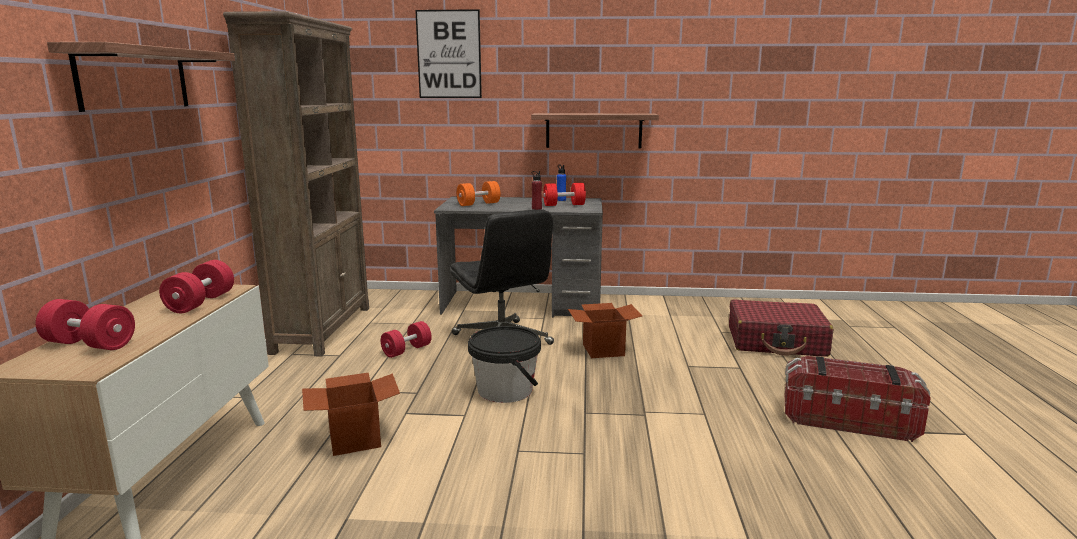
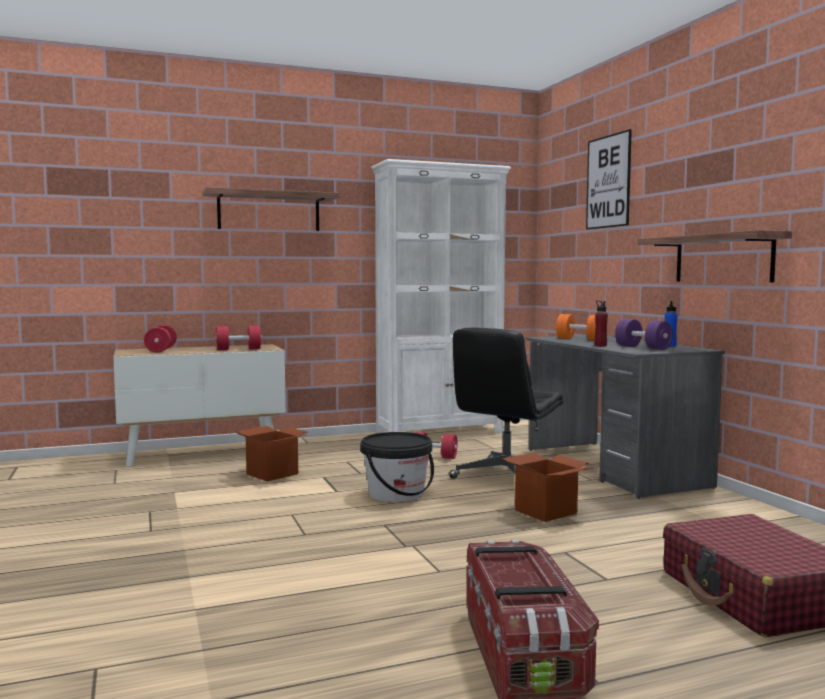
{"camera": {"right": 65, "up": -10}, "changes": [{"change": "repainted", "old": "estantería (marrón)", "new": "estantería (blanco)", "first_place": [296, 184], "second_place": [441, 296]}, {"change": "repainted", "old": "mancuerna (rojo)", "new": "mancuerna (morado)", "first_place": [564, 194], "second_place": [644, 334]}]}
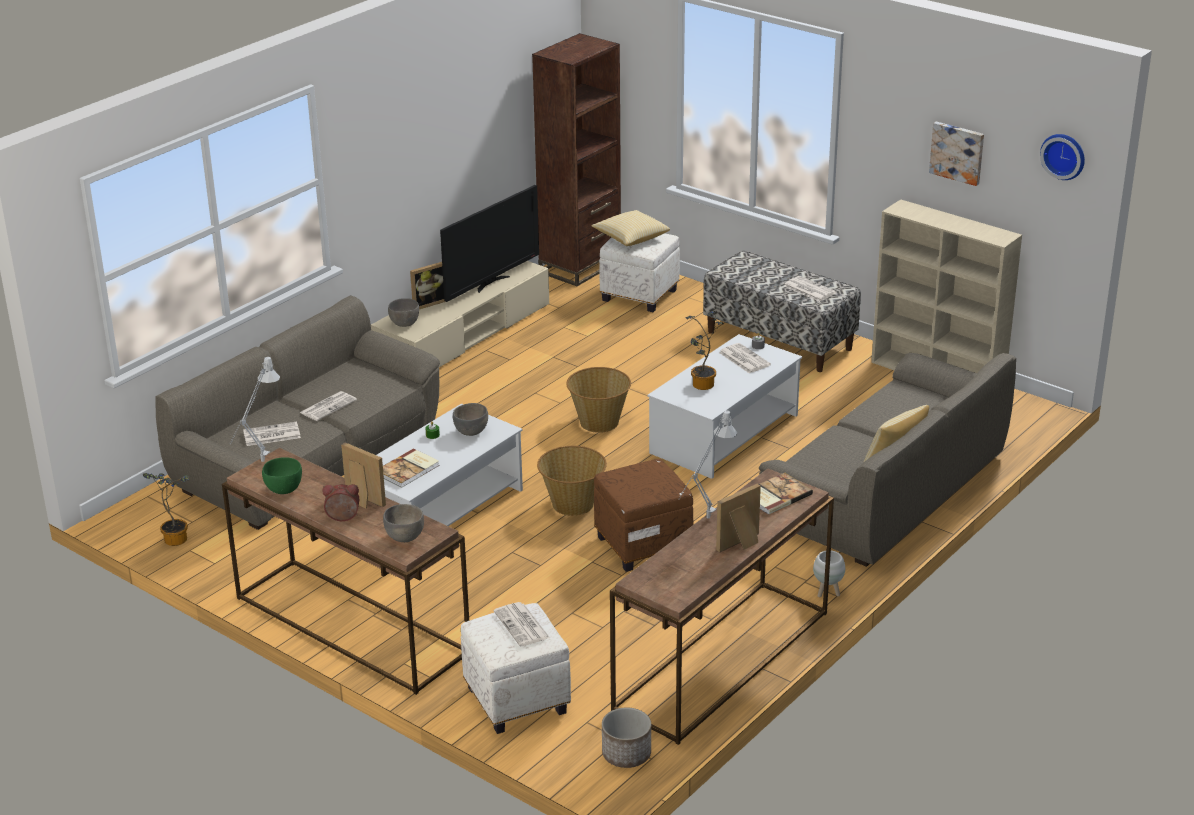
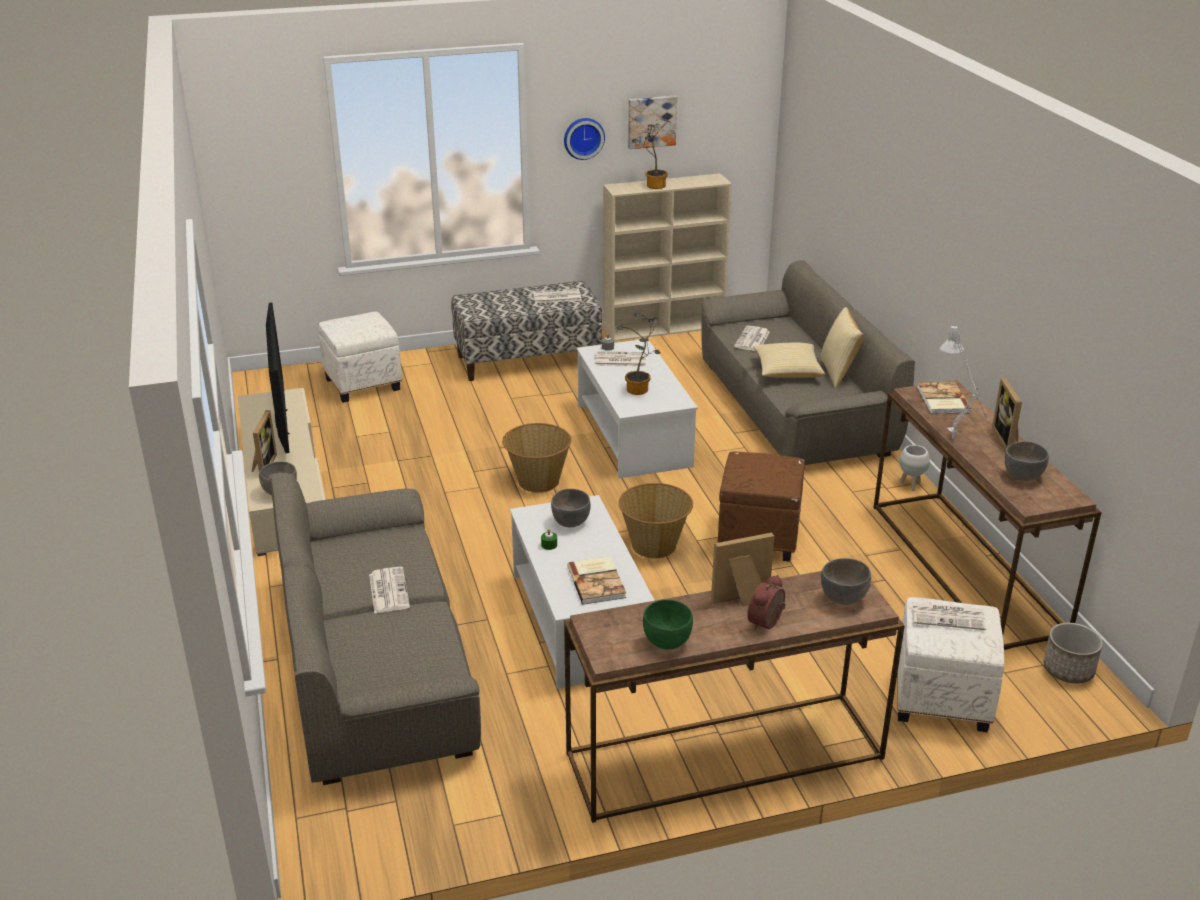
{"camera": {"right": -55, "up": 0}, "changes": [{"change": "shifted", "old": "planta en maceta", "first_place": [166, 509], "second_place": [651, 154]}, {"change": "gone", "old": "lámpara de mesa (gris)", "first_place": [255, 409]}, {"change": "shifted", "old": "periódico", "first_place": [272, 434], "second_place": [752, 338]}, {"change": "gone", "old": "estantería (marrón)", "first_place": [576, 159]}, {"change": "shifted", "old": "cojín", "first_place": [630, 228], "second_place": [789, 360]}, {"change": "shifted", "old": "reloj de pared", "first_place": [1062, 157], "second_place": [584, 139]}, {"change": "new", "new": "cuenco (gris)", "second_place": [1027, 461]}]}
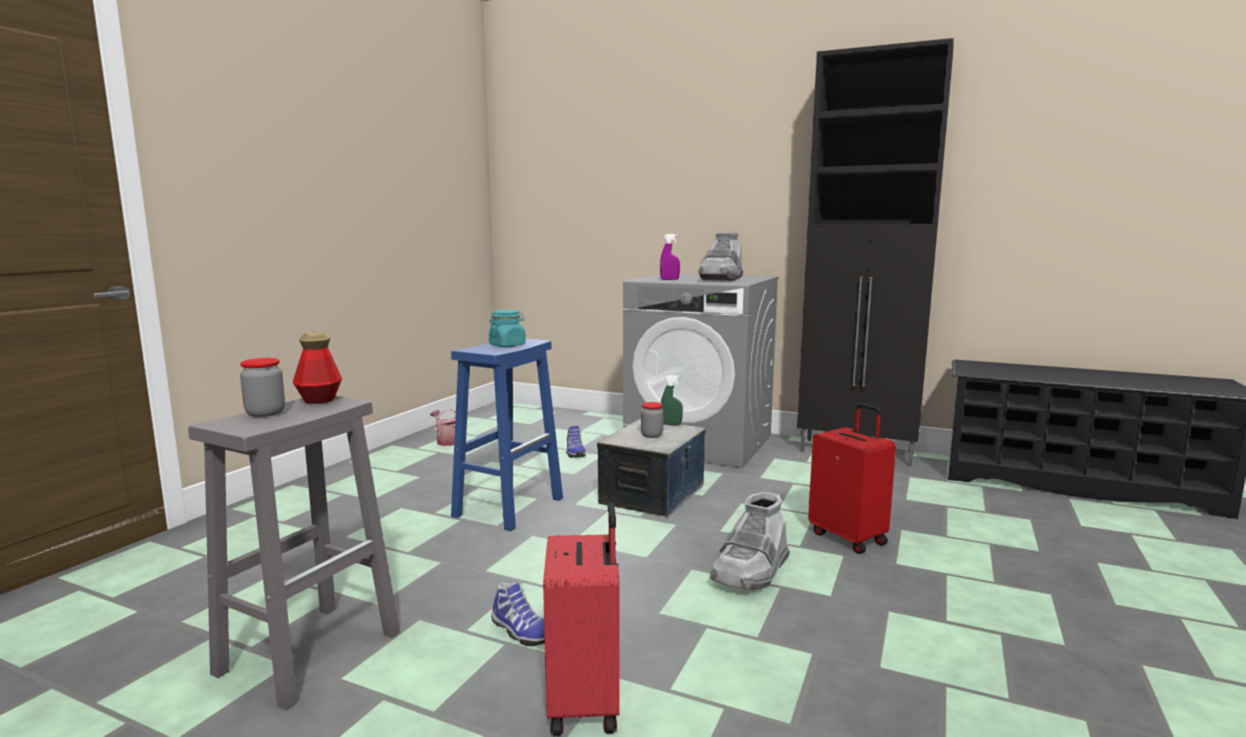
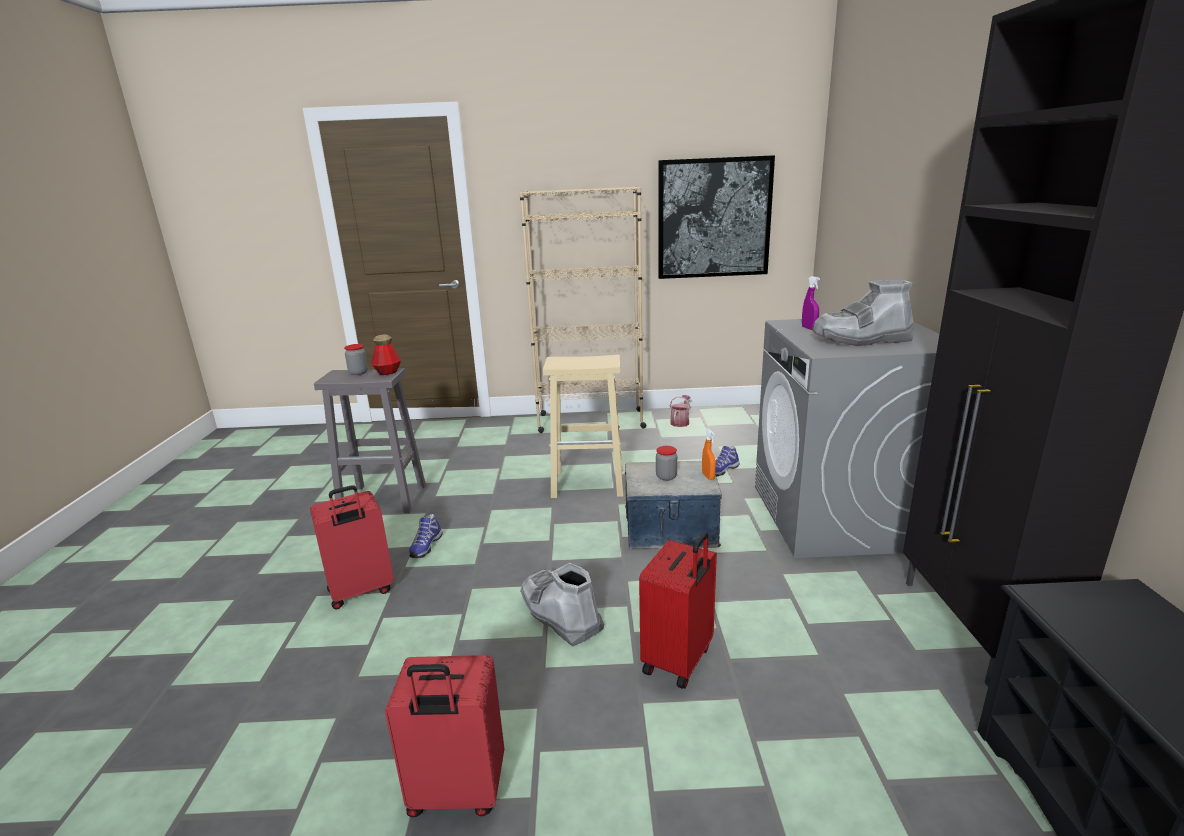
{"camera": {"right": 65, "up": 10}, "changes": [{"change": "repainted", "old": "taburete (azul)", "new": "taburete (beis)", "first_place": [507, 435], "second_place": [583, 426]}, {"change": "gone", "old": "tarro (turquesa)", "first_place": [507, 328]}, {"change": "repainted", "old": "pulverizador (verde)", "new": "pulverizador (naranja)", "first_place": [672, 400], "second_place": [709, 454]}, {"change": "rotated", "old": "bota (gris)", "first_place": [750, 541], "second_place": [562, 605], "degrees": 45}, {"change": "new", "new": "maleta (rojo)", "second_place": [444, 736]}, {"change": "new", "new": "estantería (beis)", "second_place": [583, 309]}, {"change": "new", "new": "cuadro", "second_place": [716, 217]}]}
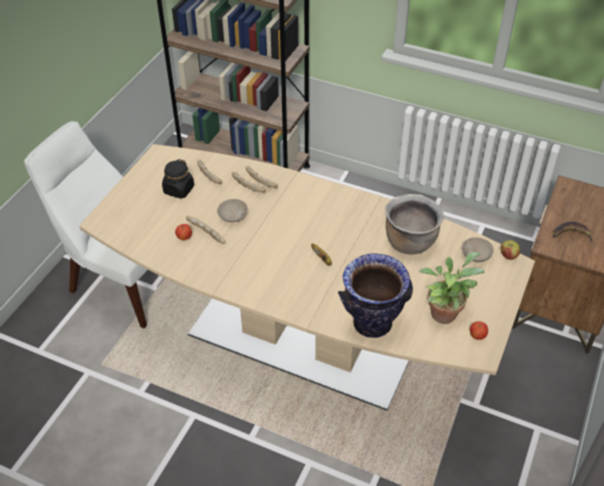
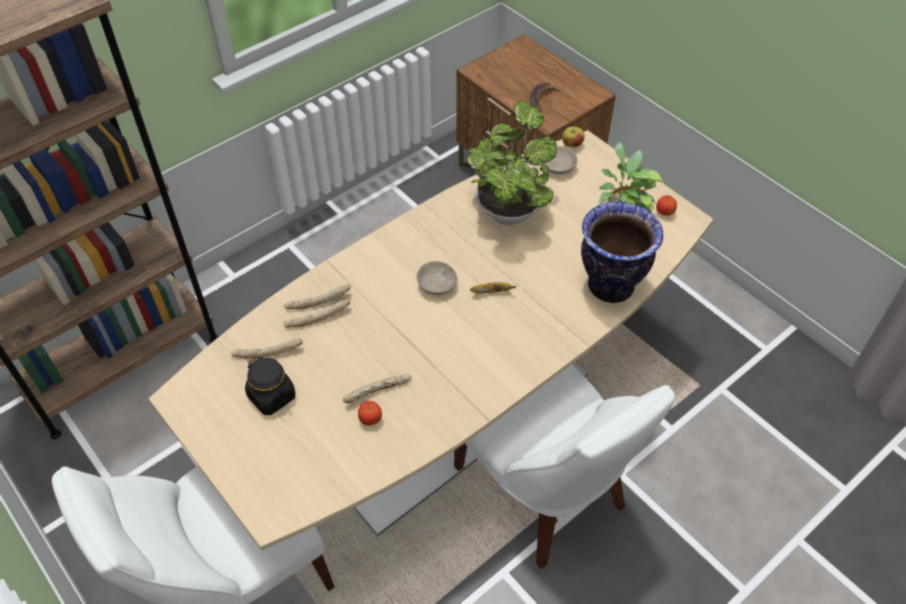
{"camera": {"right": -65, "up": 5}, "changes": [{"change": "shifted", "old": "cuenco (beis)", "first_place": [232, 210], "second_place": [437, 278]}, {"change": "swapped", "old": "olla (marrón)", "new": "planta en maceta", "first_place": [414, 224], "second_place": [512, 162]}, {"change": "new", "new": "silla (blanco)", "second_place": [564, 466]}]}
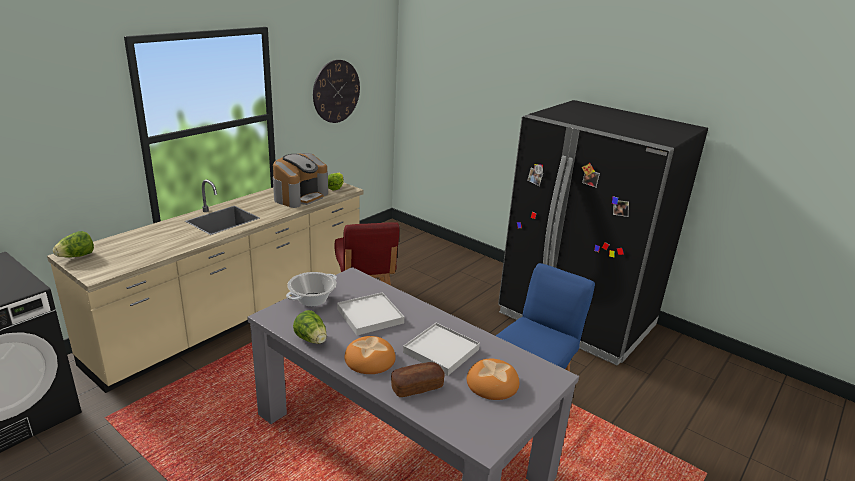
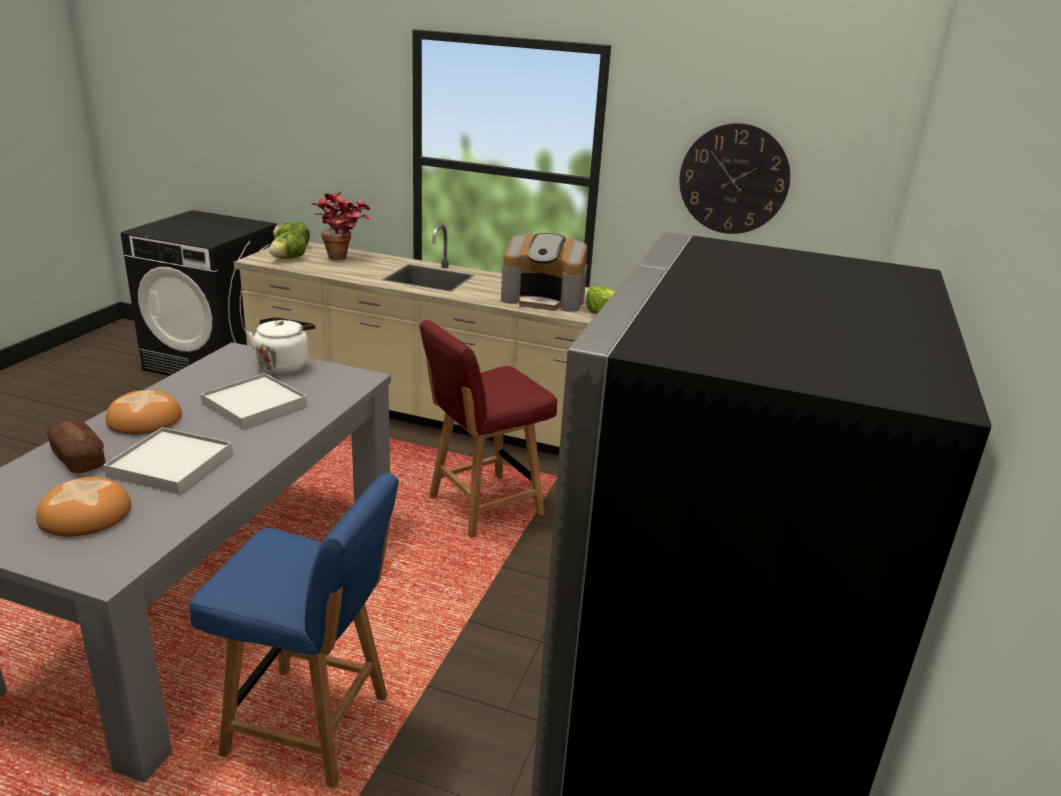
{"camera": {"right": 70, "up": 0}, "changes": [{"change": "swapped", "old": "olla", "new": "hervidor (blanco)", "first_place": [311, 289], "second_place": [281, 346]}, {"change": "shifted", "old": "lechuga", "first_place": [310, 327], "second_place": [287, 245]}, {"change": "new", "new": "planta en maceta", "second_place": [341, 226]}]}
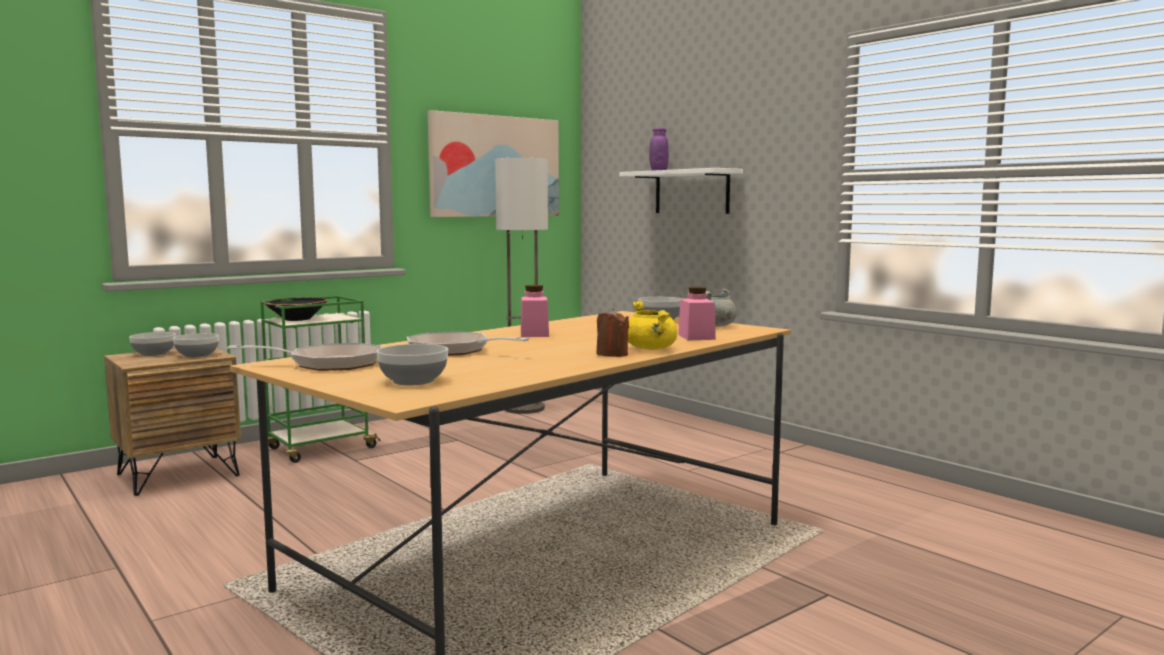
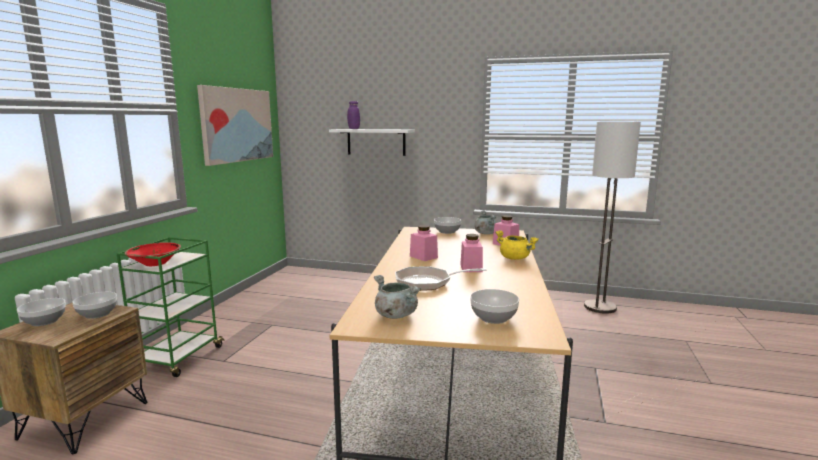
{"camera": {"right": -35, "up": 5}, "changes": [{"change": "swapped", "old": "sartén", "new": "olla (gris)", "first_place": [305, 357], "second_place": [397, 297]}, {"change": "repainted", "old": "cuenco (negro)", "new": "cuenco (rojo)", "first_place": [296, 309], "second_place": [153, 254]}, {"change": "shifted", "old": "lámpara de pie", "first_place": [521, 286], "second_place": [612, 218]}, {"change": "gone", "old": "vela (marrón)", "first_place": [612, 332]}, {"change": "new", "new": "tarro (rosa)", "second_place": [471, 253]}]}
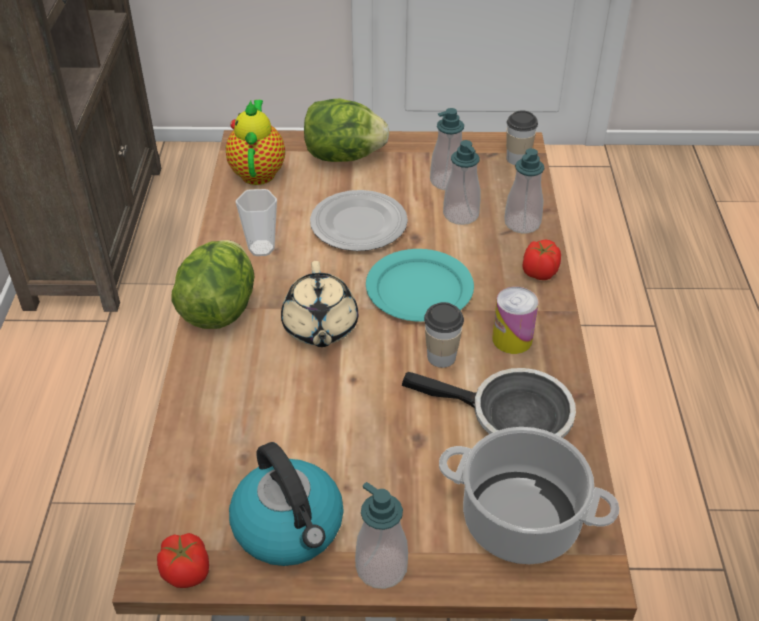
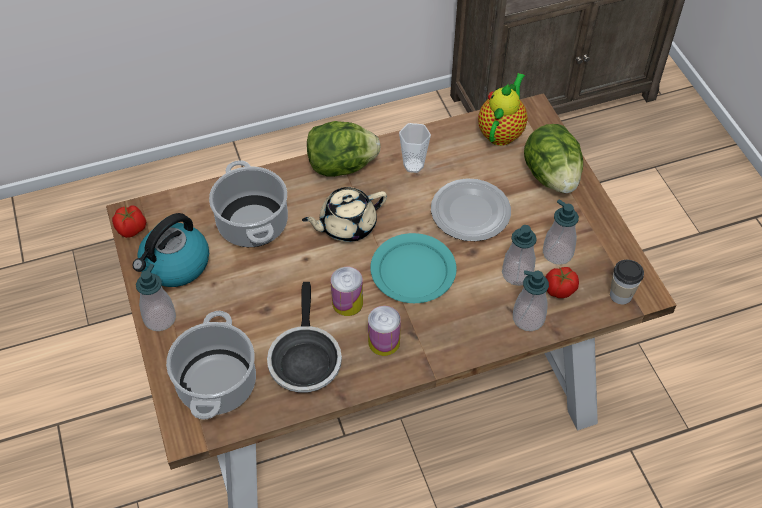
{"camera": {"right": 70, "up": 10}, "changes": [{"change": "rotated", "old": "tetera", "first_place": [255, 142], "second_place": [503, 109], "degrees": -45}, {"change": "swapped", "old": "taza", "new": "lata", "first_place": [444, 335], "second_place": [347, 291]}, {"change": "shifted", "old": "tomate", "first_place": [541, 260], "second_place": [562, 282]}, {"change": "new", "new": "olla", "second_place": [248, 203]}]}
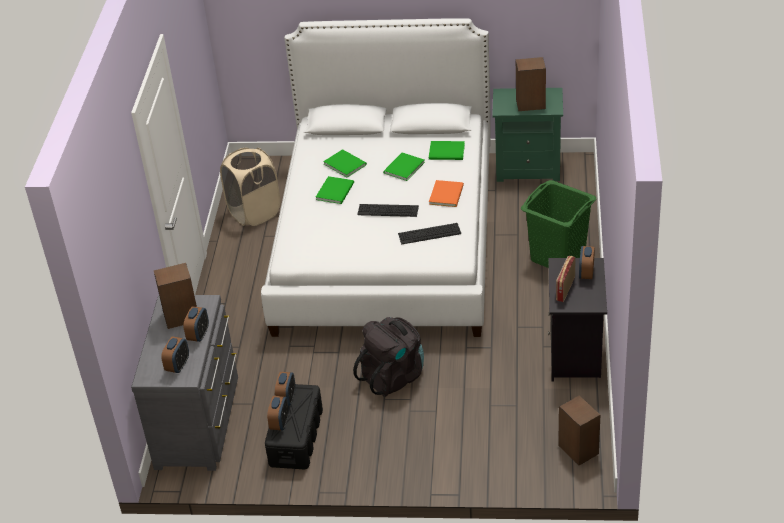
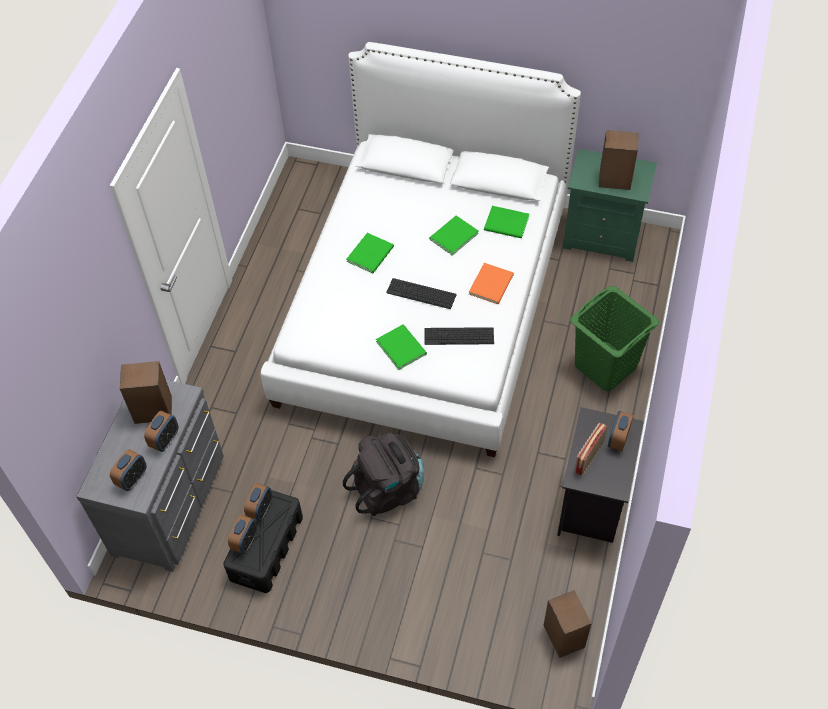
{"camera": {"right": 10, "up": 15}, "changes": [{"change": "gone", "old": "cesto de la ropa (beis)", "first_place": [250, 187]}, {"change": "shifted", "old": "libro (verde)", "first_place": [345, 163], "second_place": [401, 347]}]}
